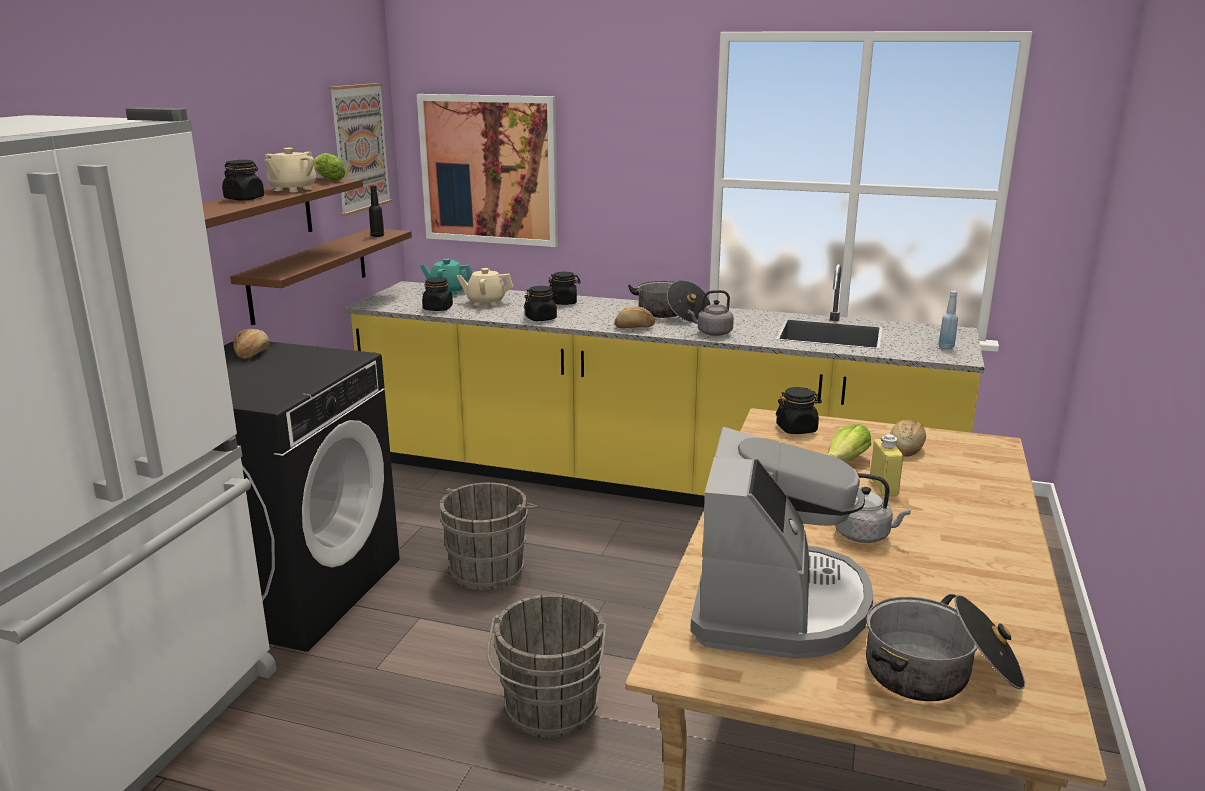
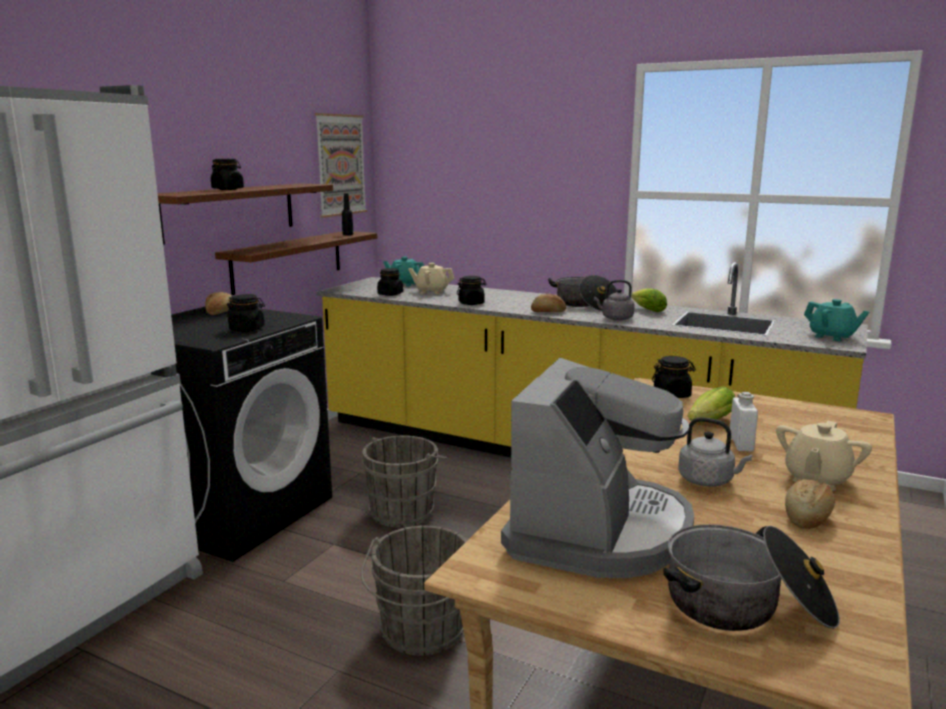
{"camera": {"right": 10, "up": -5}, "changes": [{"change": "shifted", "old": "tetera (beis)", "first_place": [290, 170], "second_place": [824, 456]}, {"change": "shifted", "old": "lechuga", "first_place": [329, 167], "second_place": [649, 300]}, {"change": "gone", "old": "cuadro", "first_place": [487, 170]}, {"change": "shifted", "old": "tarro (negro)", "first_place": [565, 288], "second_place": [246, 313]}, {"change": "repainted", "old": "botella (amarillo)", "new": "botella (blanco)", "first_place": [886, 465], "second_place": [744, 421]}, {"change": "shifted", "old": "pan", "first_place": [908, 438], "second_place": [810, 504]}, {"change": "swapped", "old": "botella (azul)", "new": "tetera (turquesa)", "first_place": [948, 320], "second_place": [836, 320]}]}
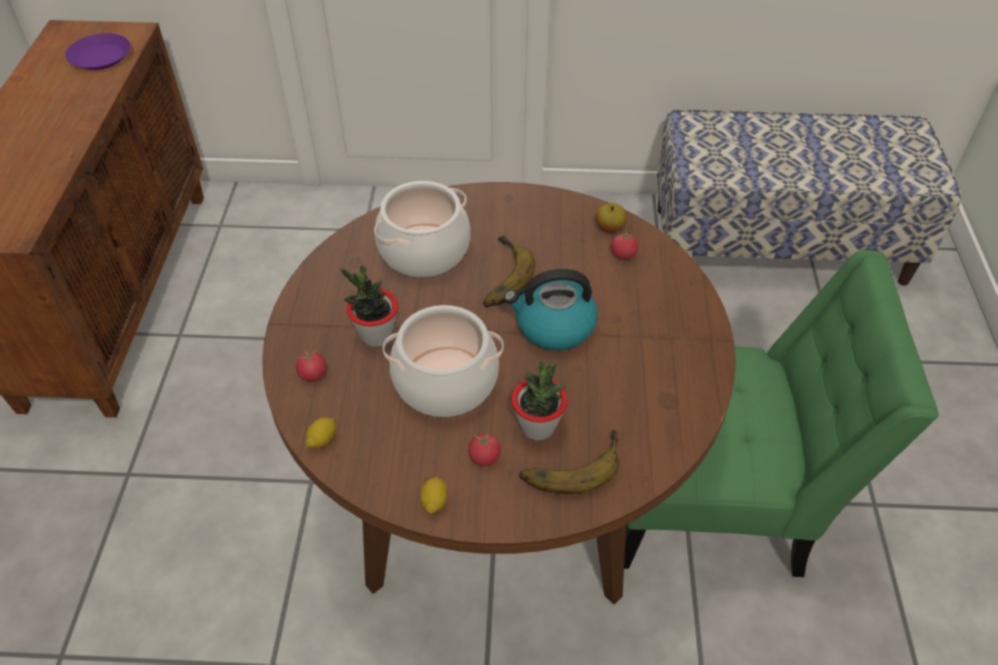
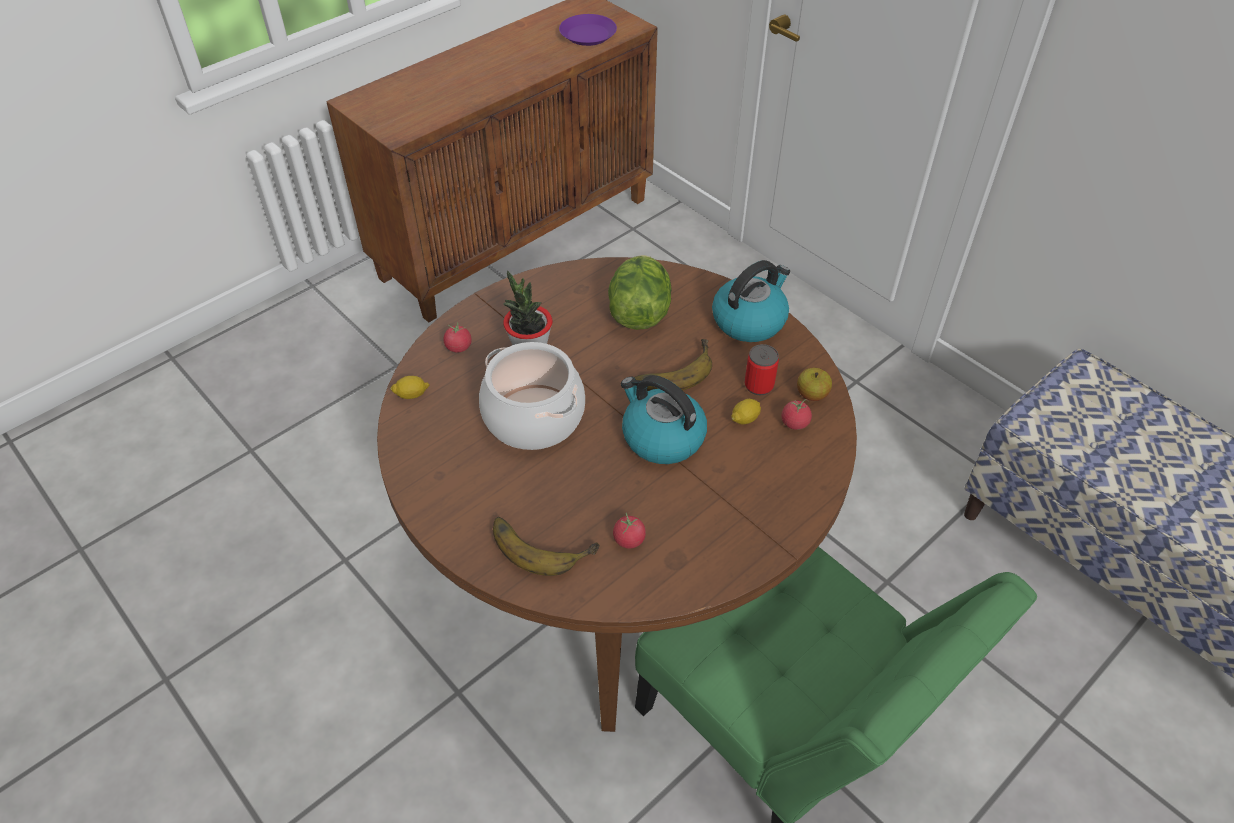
{"camera": {"right": 45, "up": 0}, "changes": [{"change": "swapped", "old": "olla", "new": "lechuga", "first_place": [422, 229], "second_place": [640, 292]}, {"change": "shifted", "old": "limón", "first_place": [434, 495], "second_place": [746, 412]}, {"change": "shifted", "old": "tomate", "first_place": [484, 449], "second_place": [629, 530]}, {"change": "gone", "old": "planta en maceta", "first_place": [539, 400]}, {"change": "new", "new": "hervidor", "second_place": [751, 301]}, {"change": "new", "new": "lata", "second_place": [762, 369]}]}
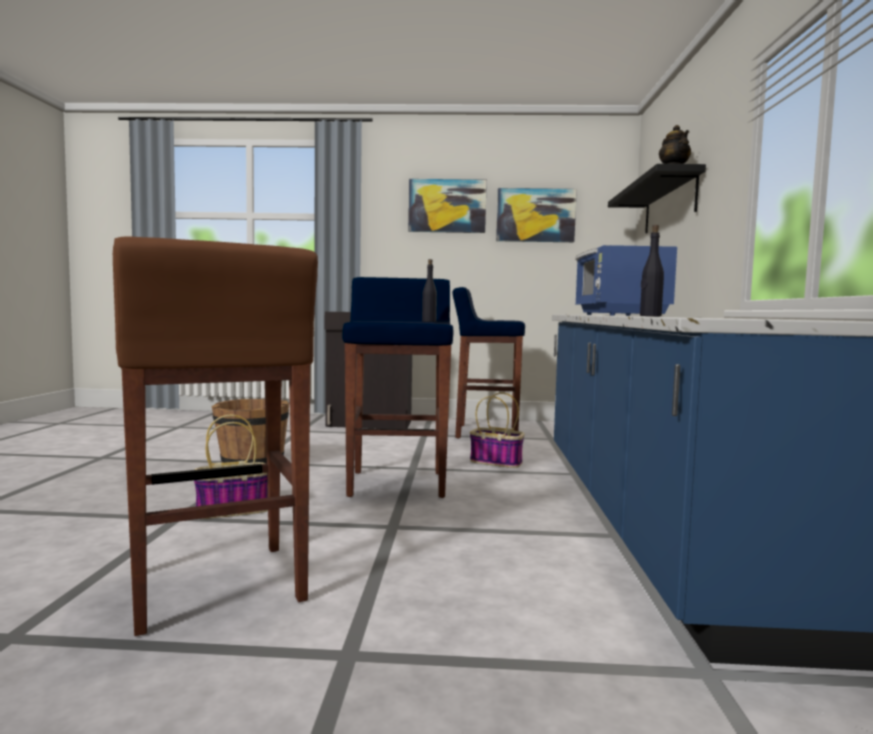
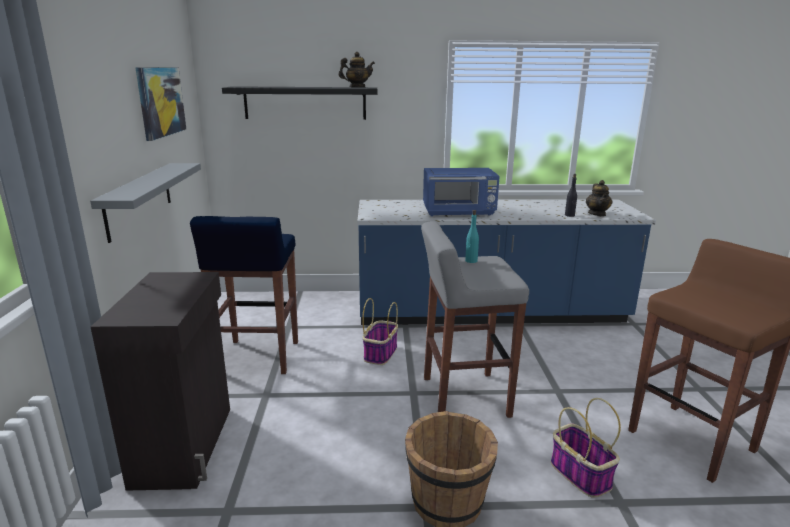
{"camera": {"right": -95, "up": 15}, "changes": [{"change": "repainted", "old": "taburete (azul)", "new": "taburete (gris)", "first_place": [397, 387], "second_place": [475, 319]}, {"change": "gone", "old": "cuadro", "first_place": [447, 206]}, {"change": "repainted", "old": "botella (negro)", "new": "botella (turquesa)", "first_place": [429, 290], "second_place": [472, 236]}, {"change": "new", "new": "estante (gris)", "second_place": [145, 203]}, {"change": "new", "new": "tetera", "second_place": [599, 198]}]}
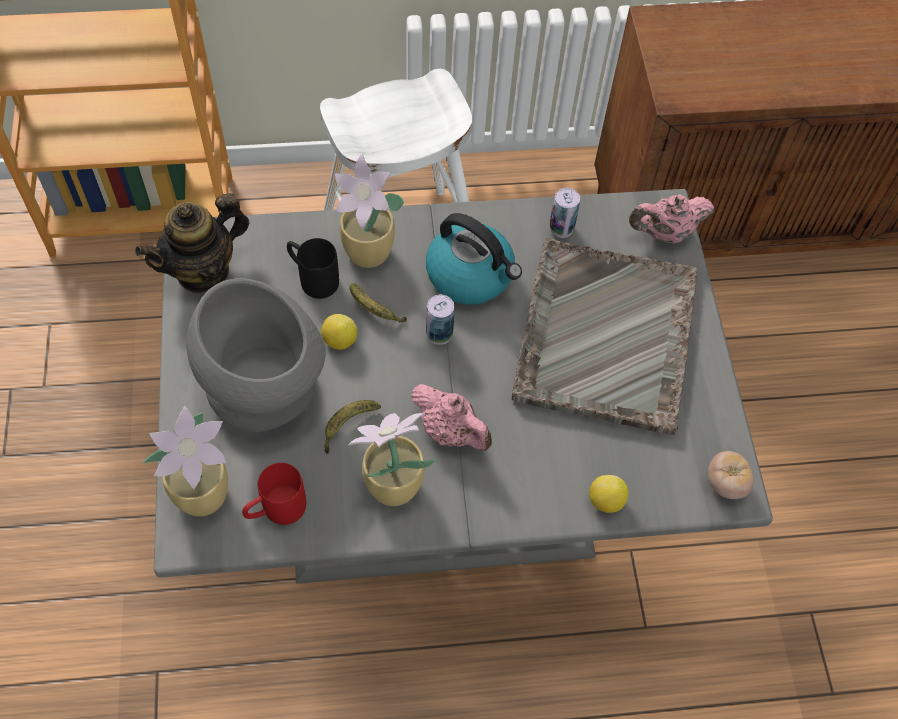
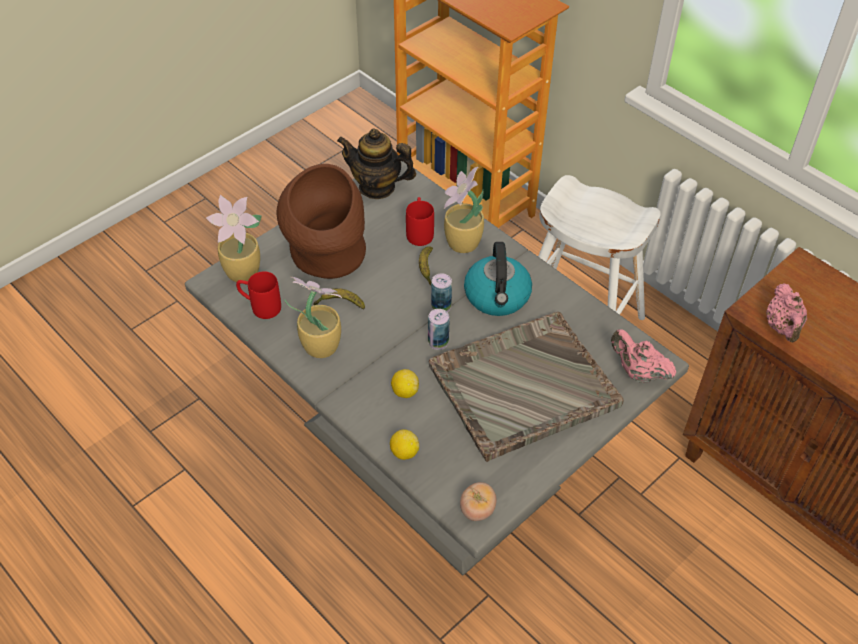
{"camera": {"right": 55, "up": -10}, "changes": [{"change": "repainted", "old": "florero (gris)", "new": "florero (marrón)", "first_place": [256, 355], "second_place": [321, 221]}, {"change": "repainted", "old": "taza grande (negro)", "new": "taza grande (rojo)", "first_place": [313, 268], "second_place": [420, 221]}, {"change": "shifted", "old": "limón", "first_place": [339, 332], "second_place": [405, 383]}, {"change": "shifted", "old": "tetera (rosa)", "first_place": [451, 417], "second_place": [786, 312]}, {"change": "shifted", "old": "lata", "first_place": [564, 213], "second_place": [439, 329]}]}
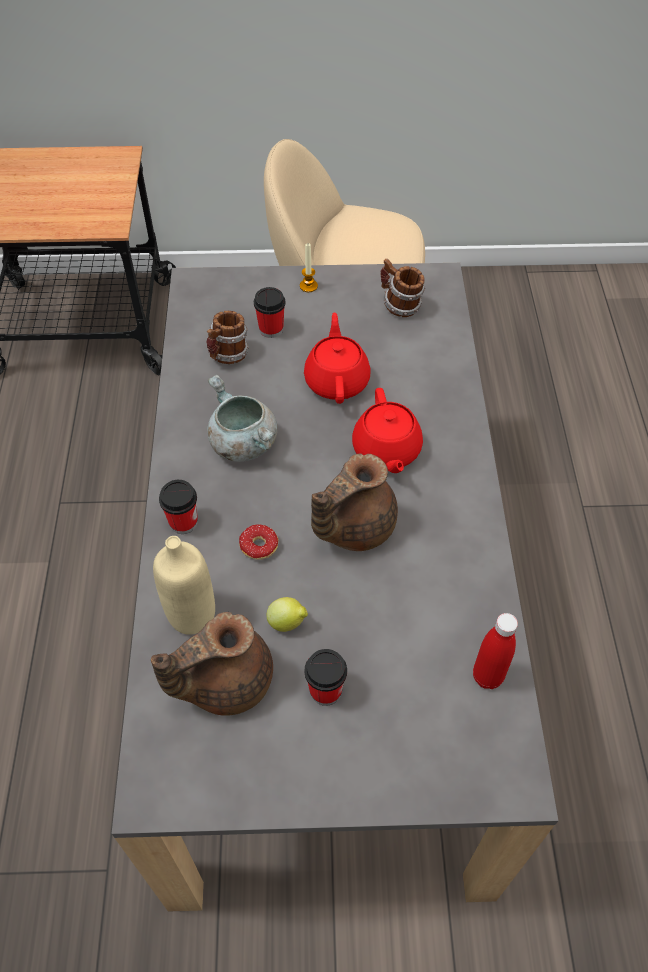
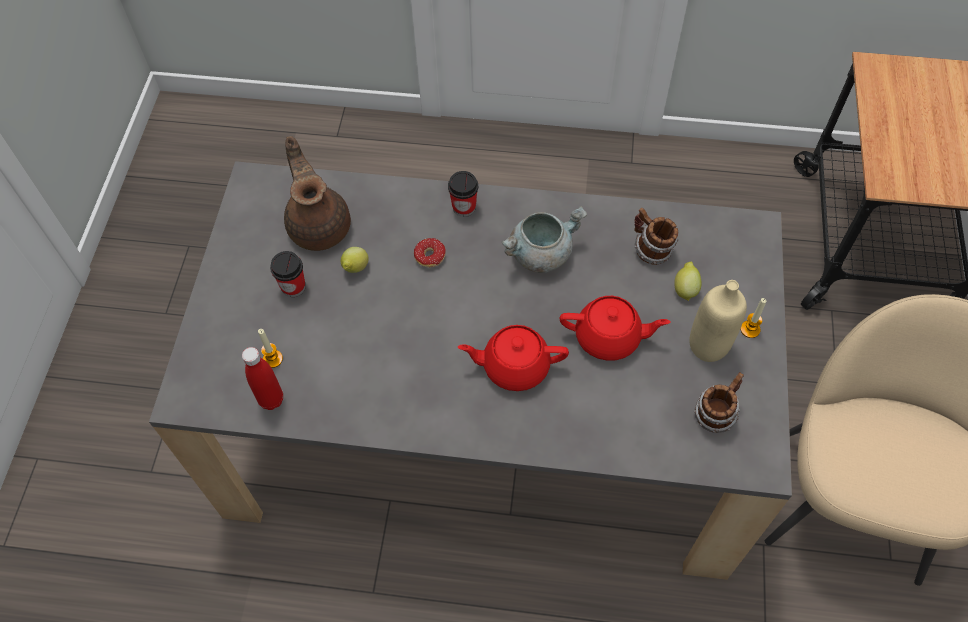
{"camera": {"right": 100, "up": 5}, "changes": [{"change": "shifted", "old": "botella (beis)", "first_place": [184, 585], "second_place": [718, 321]}, {"change": "swapped", "old": "taza", "new": "limón", "first_place": [270, 312], "second_place": [688, 281]}, {"change": "gone", "old": "tetera (marrón)", "first_place": [354, 502]}, {"change": "new", "new": "vela", "second_place": [270, 348]}]}
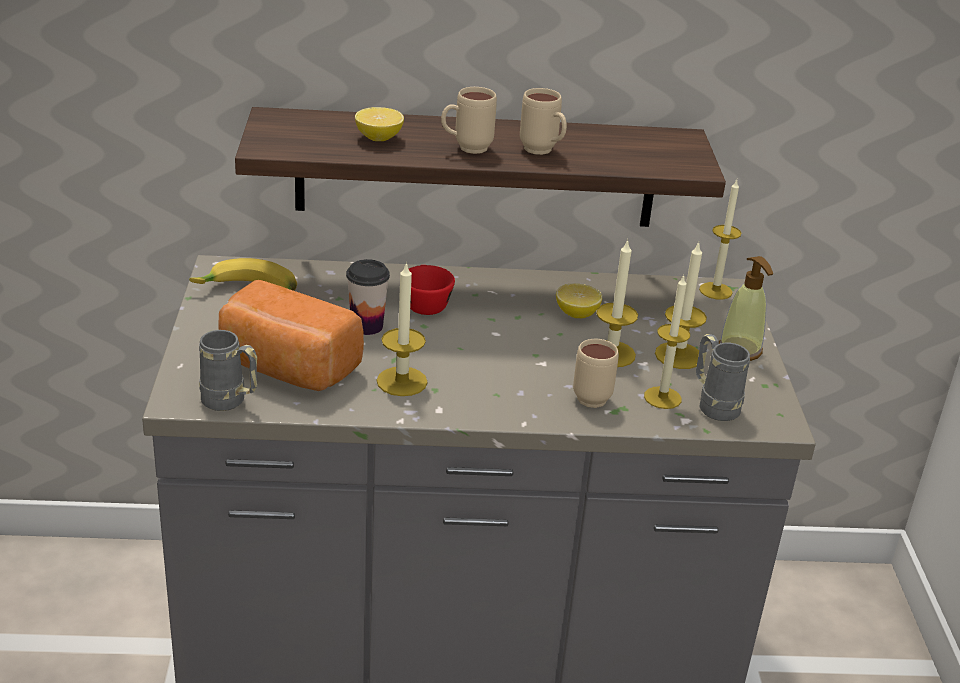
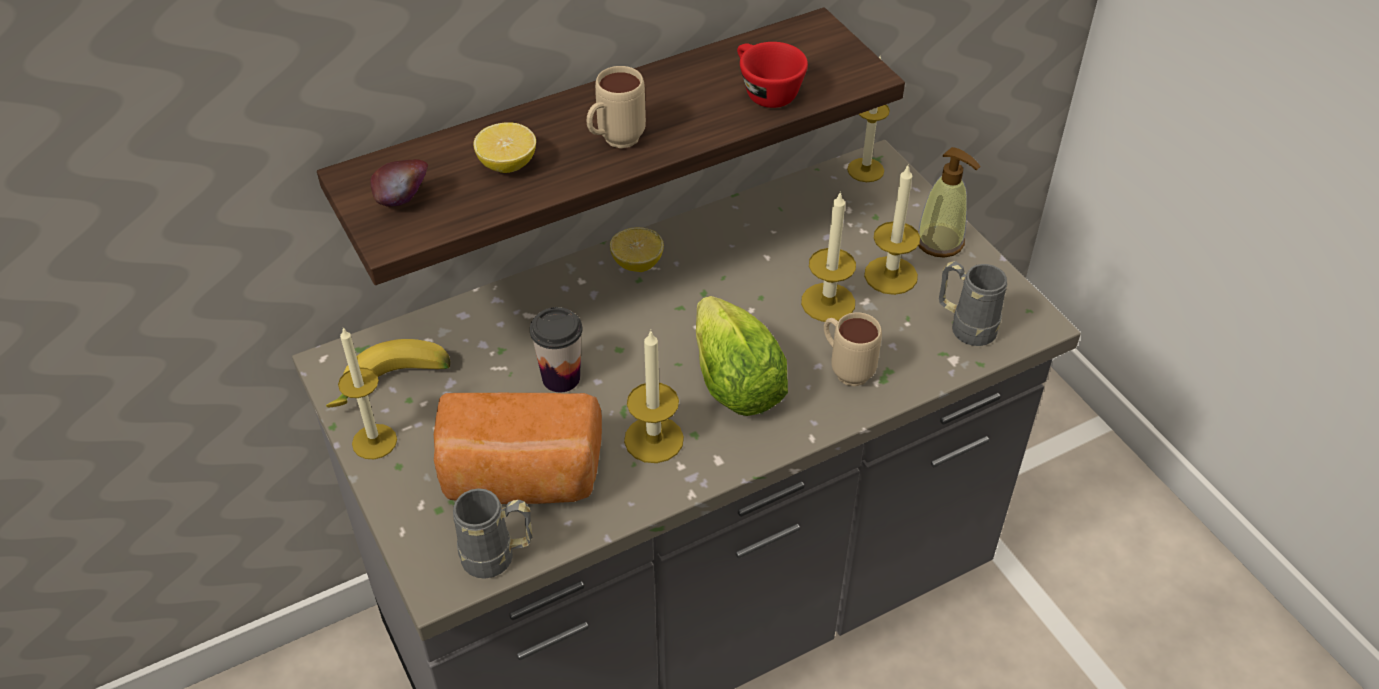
{"camera": {"right": -25, "up": 15}, "changes": [{"change": "shifted", "old": "taza (rojo)", "first_place": [432, 290], "second_place": [772, 75]}, {"change": "gone", "old": "taza grande (beis)", "first_place": [543, 121]}, {"change": "shifted", "old": "limón", "first_place": [579, 301], "second_place": [637, 249]}, {"change": "shifted", "old": "vela", "first_place": [667, 342], "second_place": [367, 393]}, {"change": "new", "new": "manzana", "second_place": [399, 183]}, {"change": "new", "new": "lechuga", "second_place": [742, 356]}]}
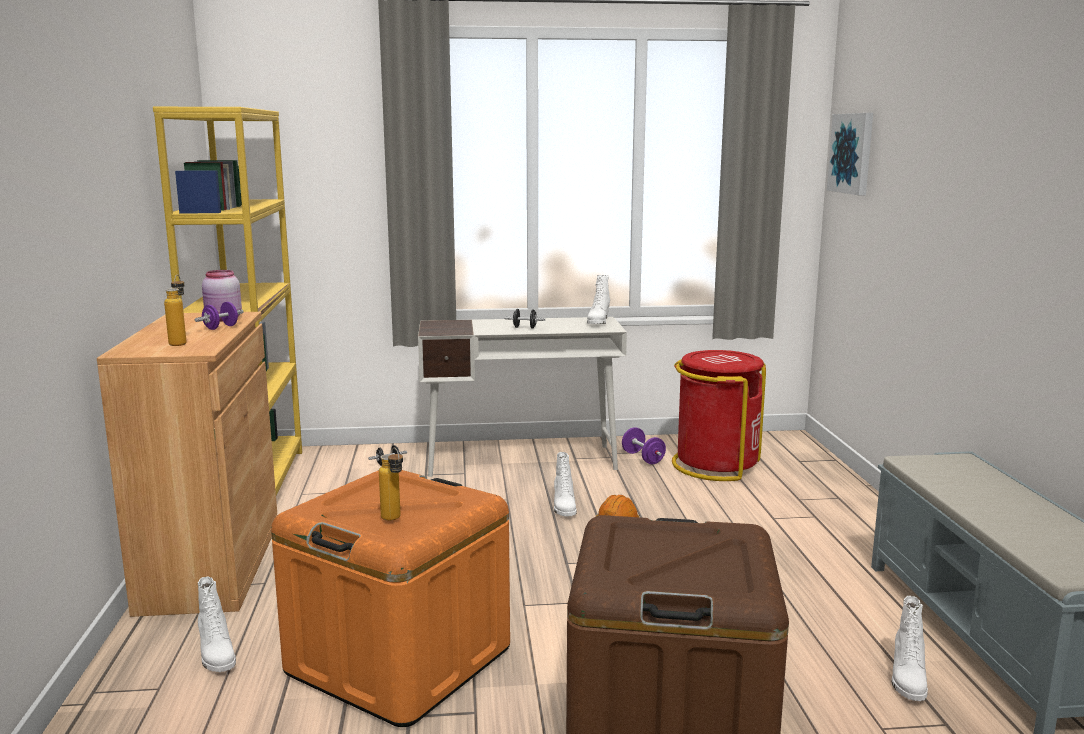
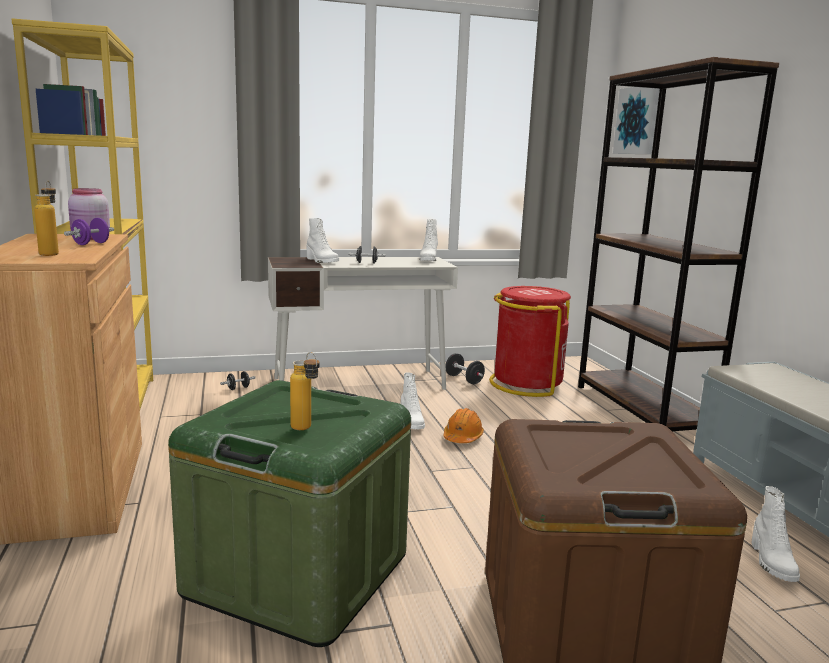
{"camera": {"right": -10, "up": 0}, "changes": [{"change": "shifted", "old": "bota (blanco)", "first_place": [217, 624], "second_place": [323, 240]}, {"change": "repainted", "old": "caja de almacenaje (naranja)", "new": "caja de almacenaje (verde)", "first_place": [390, 598], "second_place": [289, 513]}, {"change": "repainted", "old": "mancuerna (morado)", "new": "mancuerna (negro)", "first_place": [644, 445], "second_place": [465, 368]}, {"change": "new", "new": "estantería (marrón)", "second_place": [678, 244]}]}
